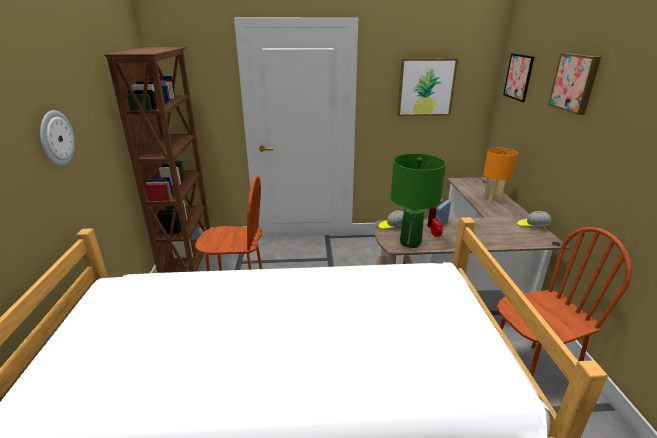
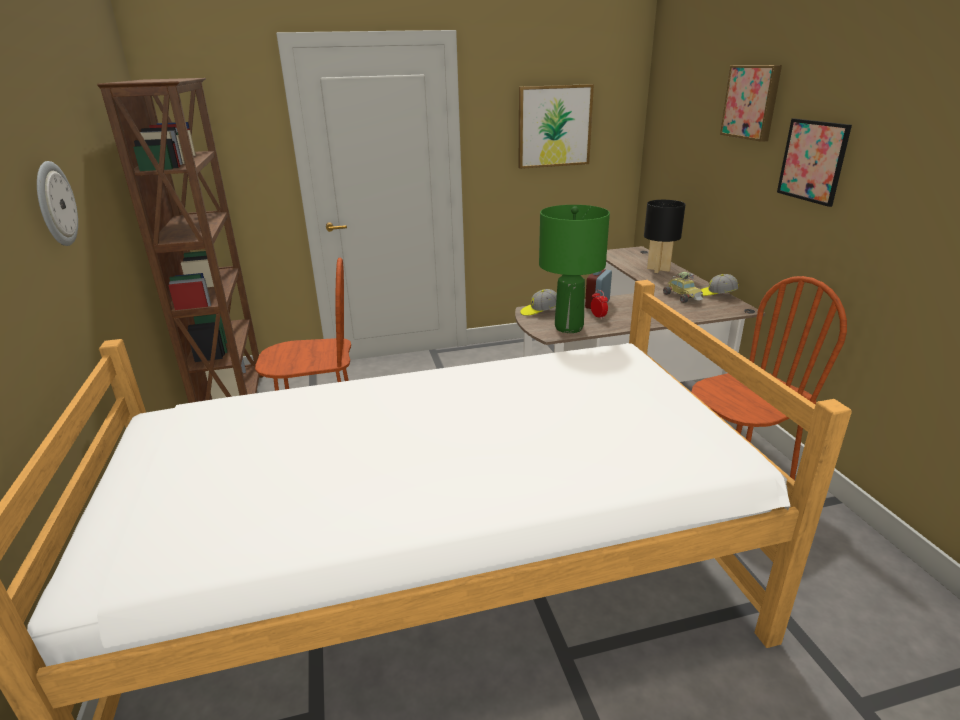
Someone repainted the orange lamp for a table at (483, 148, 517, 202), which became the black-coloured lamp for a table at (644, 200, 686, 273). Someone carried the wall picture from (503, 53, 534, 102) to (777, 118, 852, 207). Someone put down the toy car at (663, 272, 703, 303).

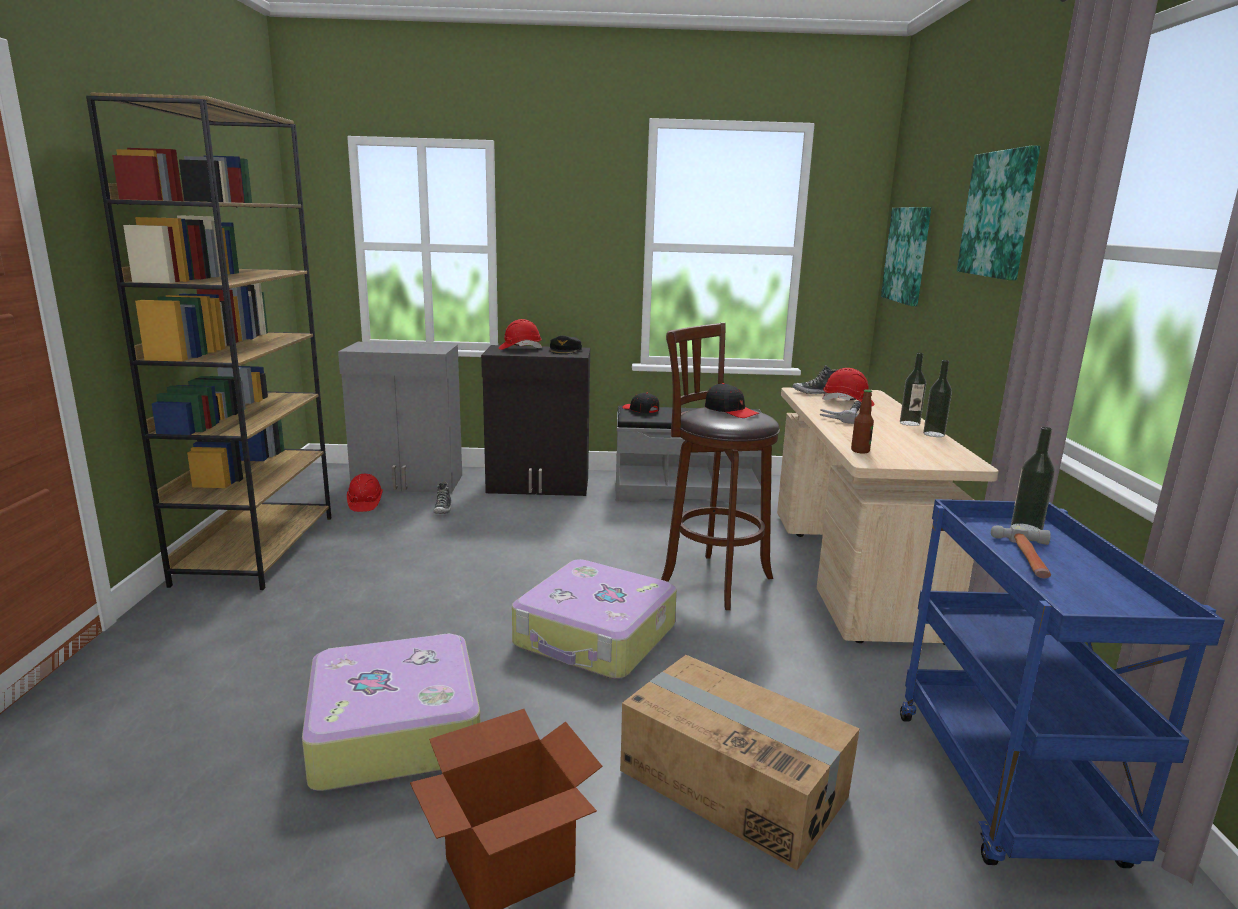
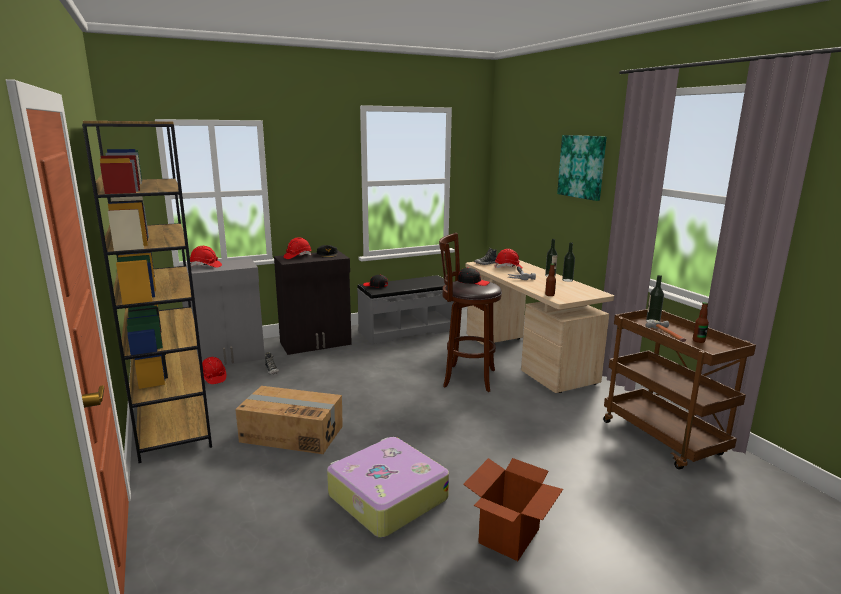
Someone took away the piece of luggage at (512, 559, 677, 679). Someone carried the carton from (620, 655, 860, 870) to (235, 386, 343, 454). Someone took away the wall picture at (881, 207, 931, 306). Someone repainted the blue cart at (900, 499, 1225, 868), which became the brown-coloured cart at (603, 309, 756, 470). Someone put down the reddish work helmet at (190, 246, 222, 268). Someone put down the beverage bottle at (693, 302, 709, 343).

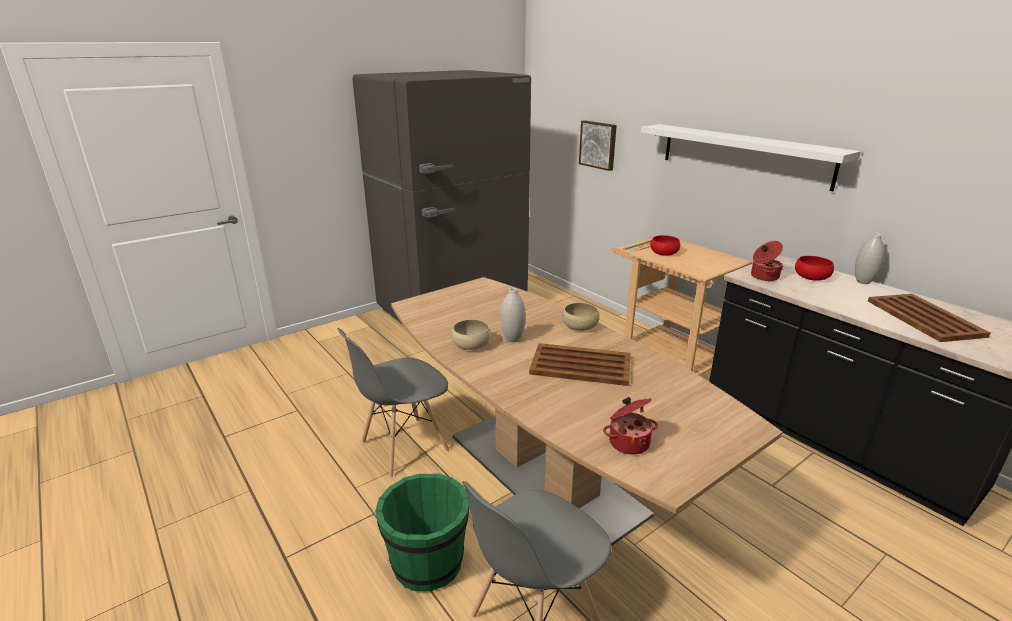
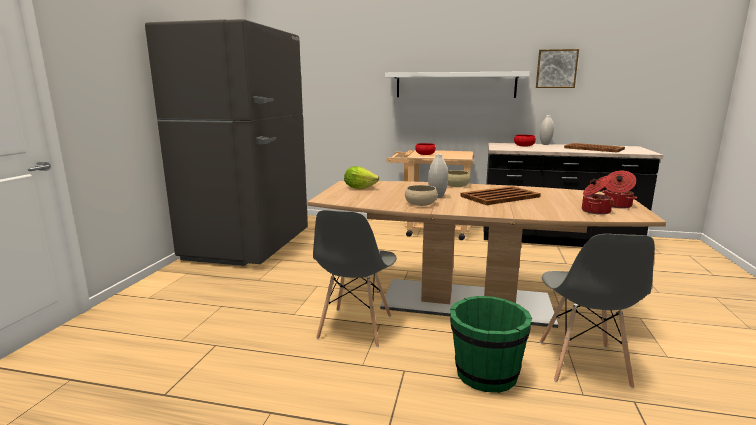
Someone carried the wall picture from (579, 120, 617, 171) to (536, 49, 579, 88). Someone carried the saucepot from (751, 241, 783, 281) to (602, 171, 637, 209). Someone put down the head of lettuce at (344, 166, 379, 189).

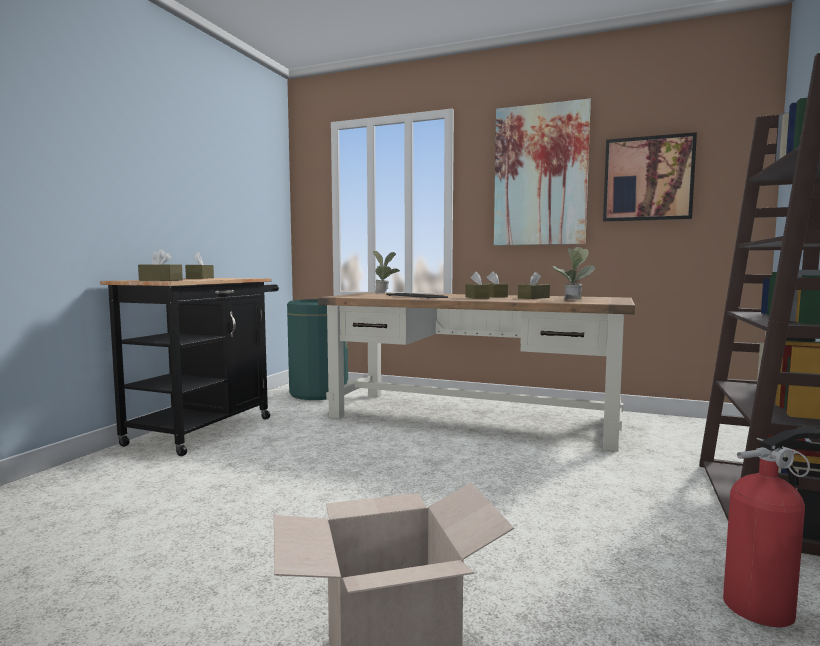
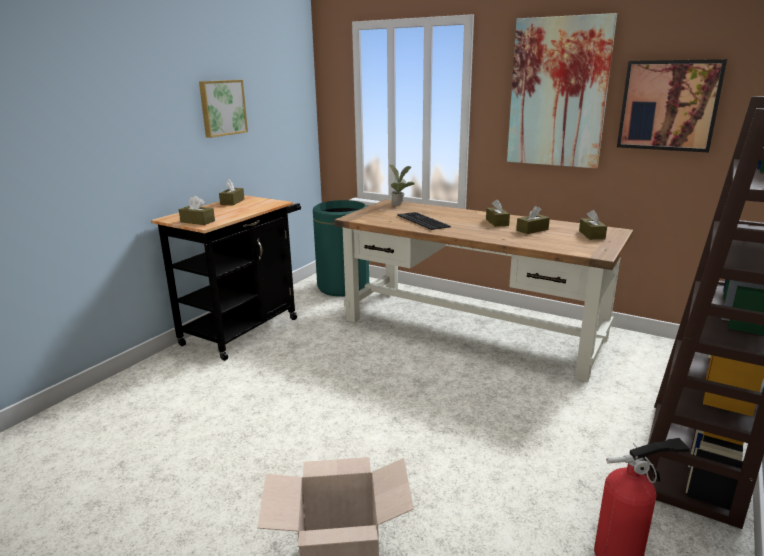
Someone carried the brown-coloured box of tissues from (465, 272, 490, 299) to (579, 210, 607, 240). Someone took away the potted plant at (552, 247, 595, 300). Someone put up the wall picture at (199, 80, 248, 138).

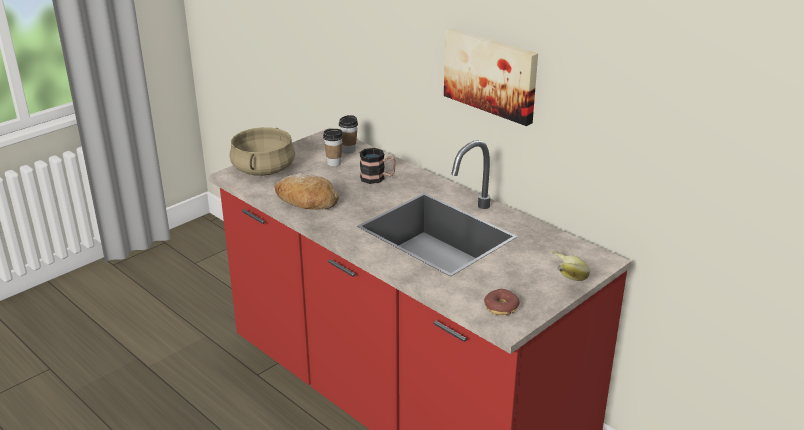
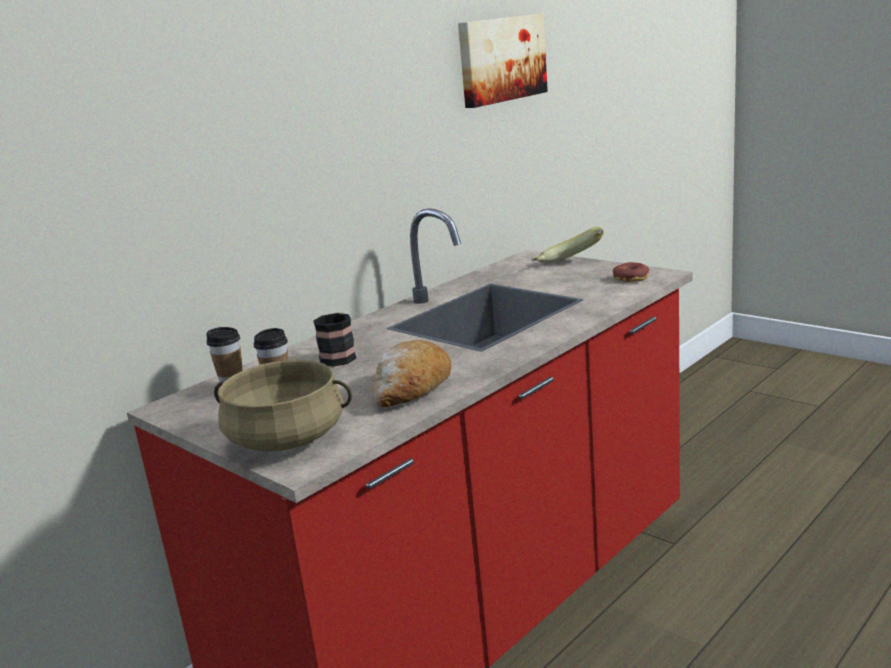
Someone carried the wall picture from (444, 28, 538, 126) to (458, 14, 548, 108).

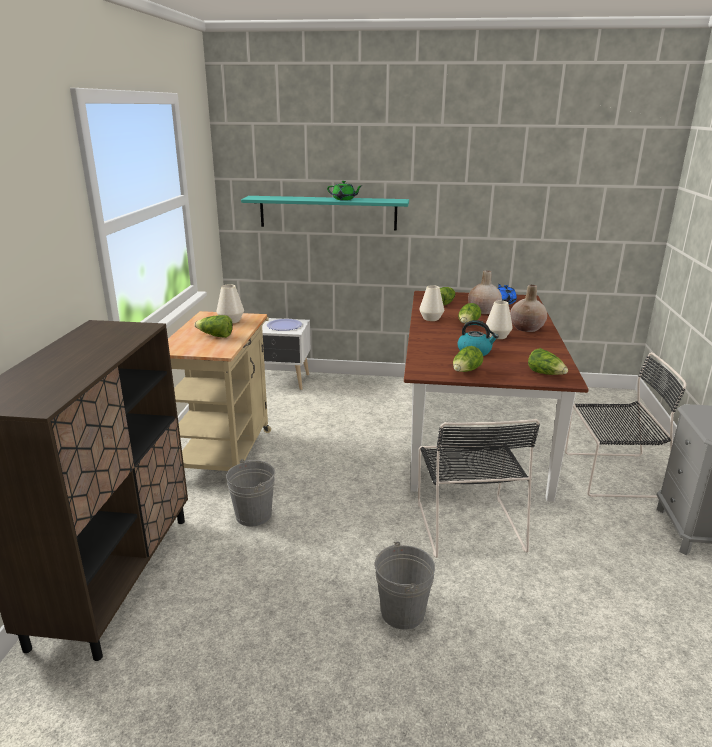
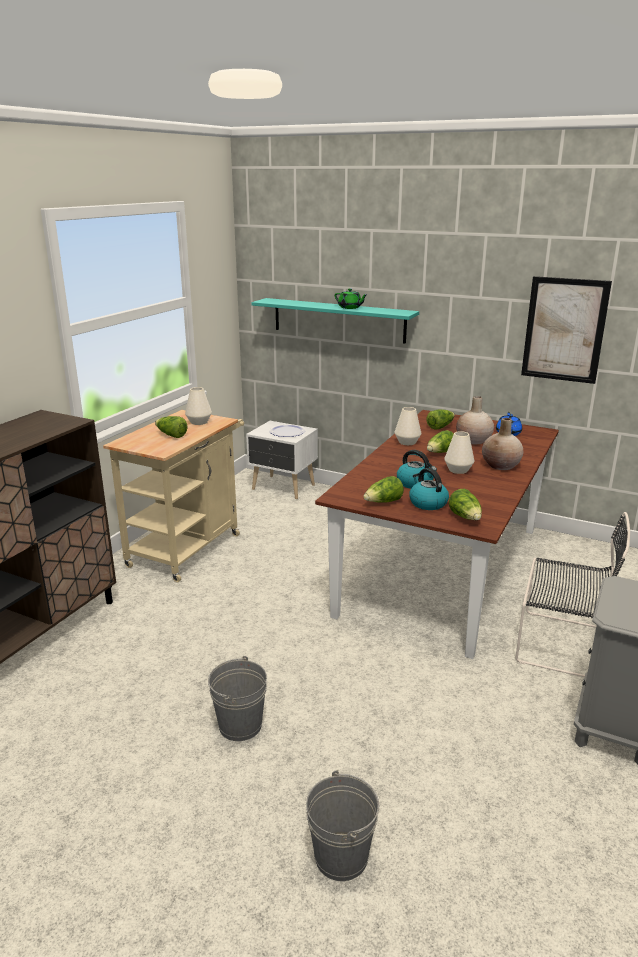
Someone carried the greyish bucket from (226, 459, 275, 526) to (306, 770, 379, 881). Someone took away the black-coloured plain chair at (418, 419, 540, 558). Someone put down the water kettle at (409, 468, 449, 510). Someone put up the wall picture at (521, 276, 612, 384).

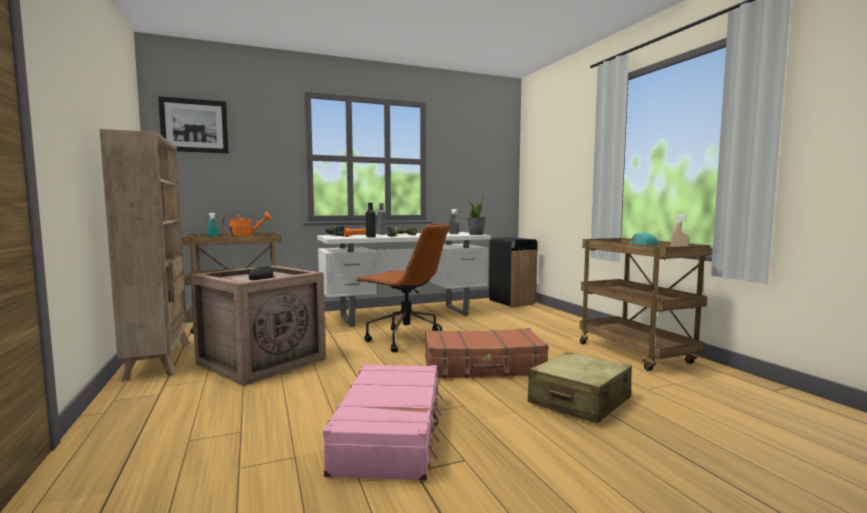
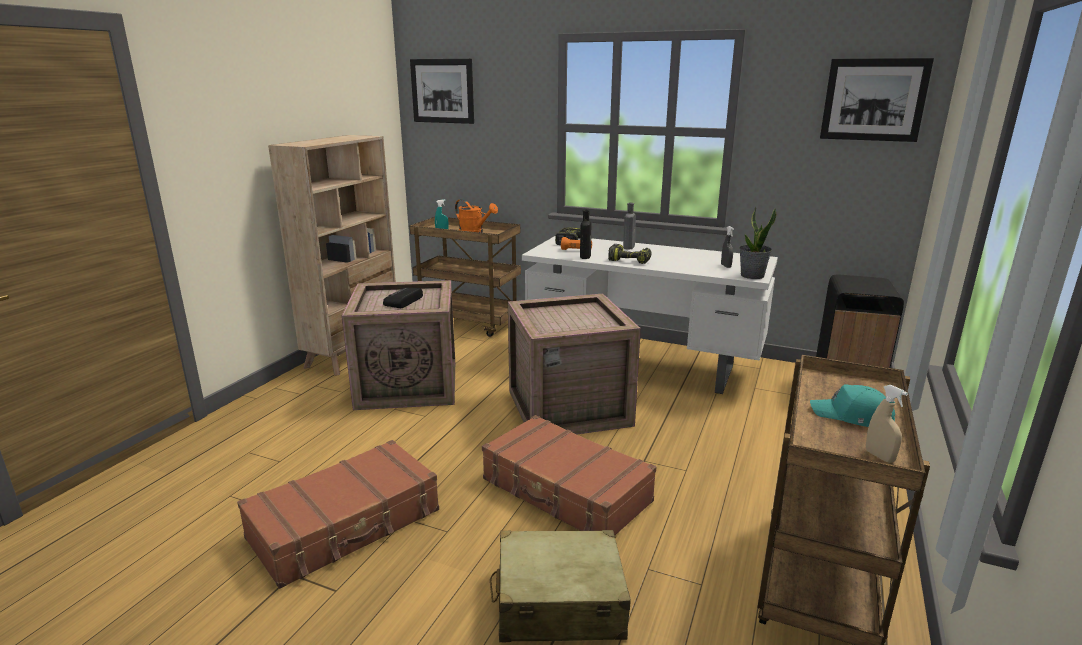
Someone repainted the pink-coloured piece of luggage at (323, 364, 443, 481), which became the brown-coloured piece of luggage at (237, 440, 439, 589). Someone swapped the brown-coloured office chair at (356, 223, 449, 352) for the packing crate at (508, 294, 641, 434). Someone put up the wall picture at (820, 58, 934, 142).

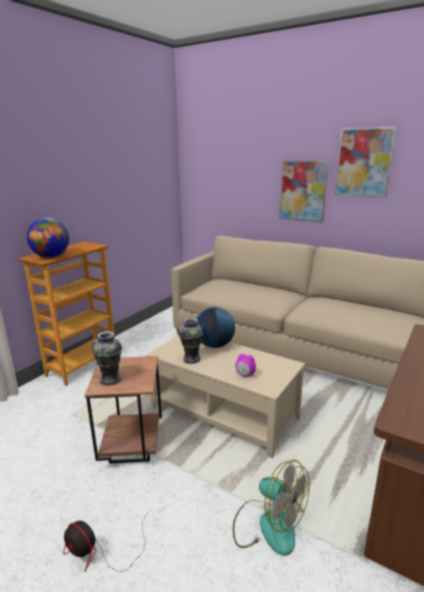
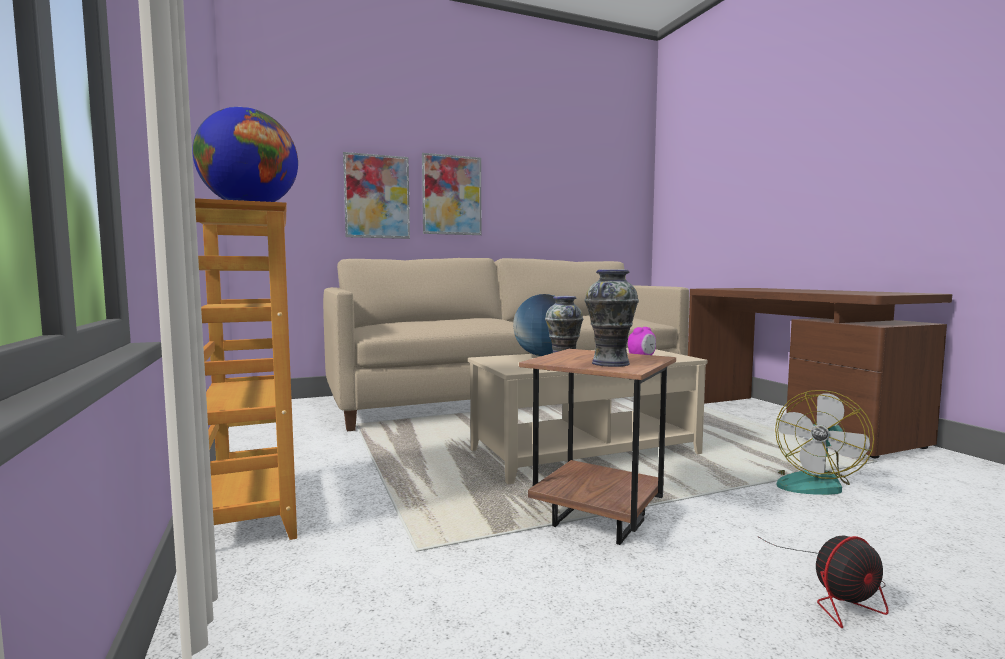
Someone rotated the cooling fan at (233, 460, 310, 556) by 150 degrees clockwise. Someone carried the wall picture from (335, 127, 396, 198) to (343, 152, 410, 239).

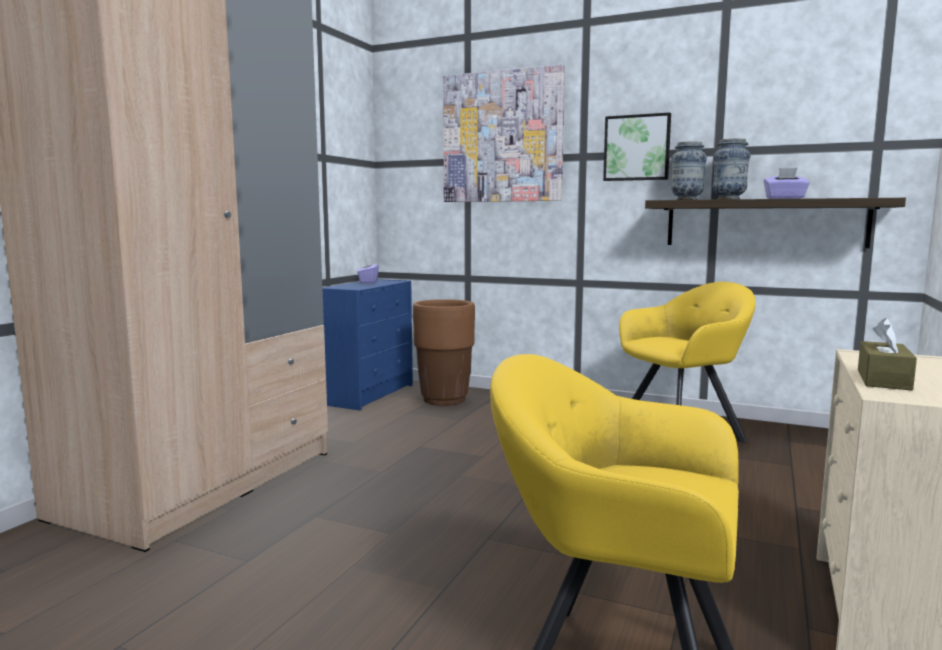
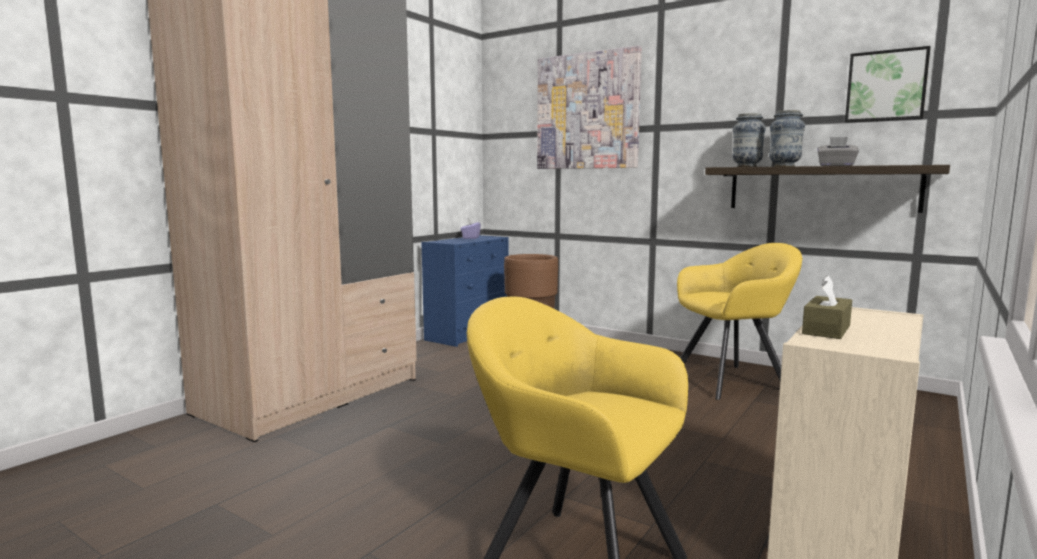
Someone carried the wall picture from (603, 113, 671, 181) to (845, 46, 931, 123). Someone repainted the purplish box of tissues at (764, 168, 810, 199), which became the greyish box of tissues at (817, 137, 859, 166).

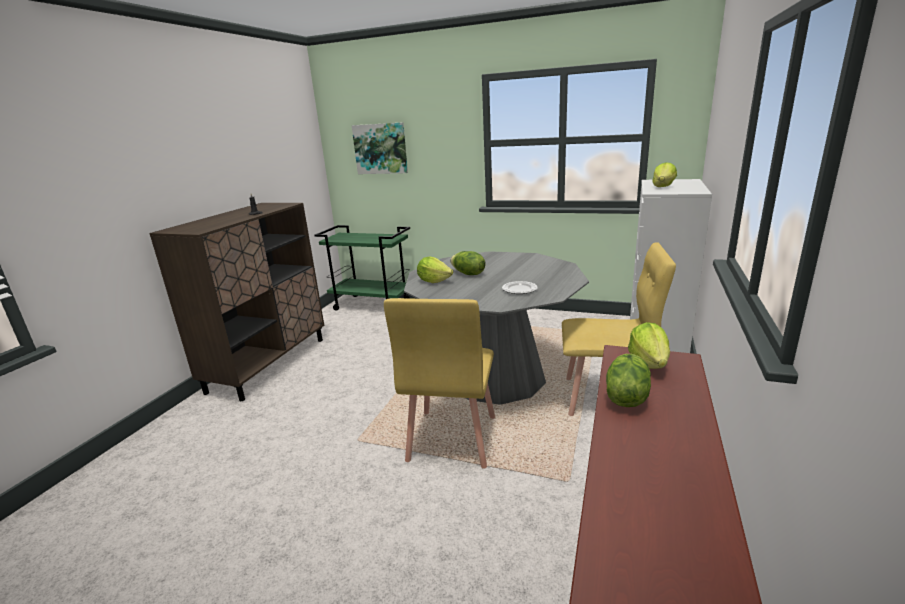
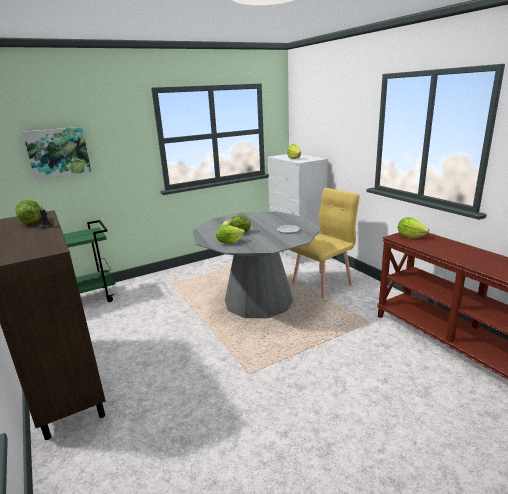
Someone took away the yellow-coloured plain chair at (384, 298, 495, 469). Someone carried the head of lettuce from (606, 354, 651, 407) to (15, 199, 41, 224).

